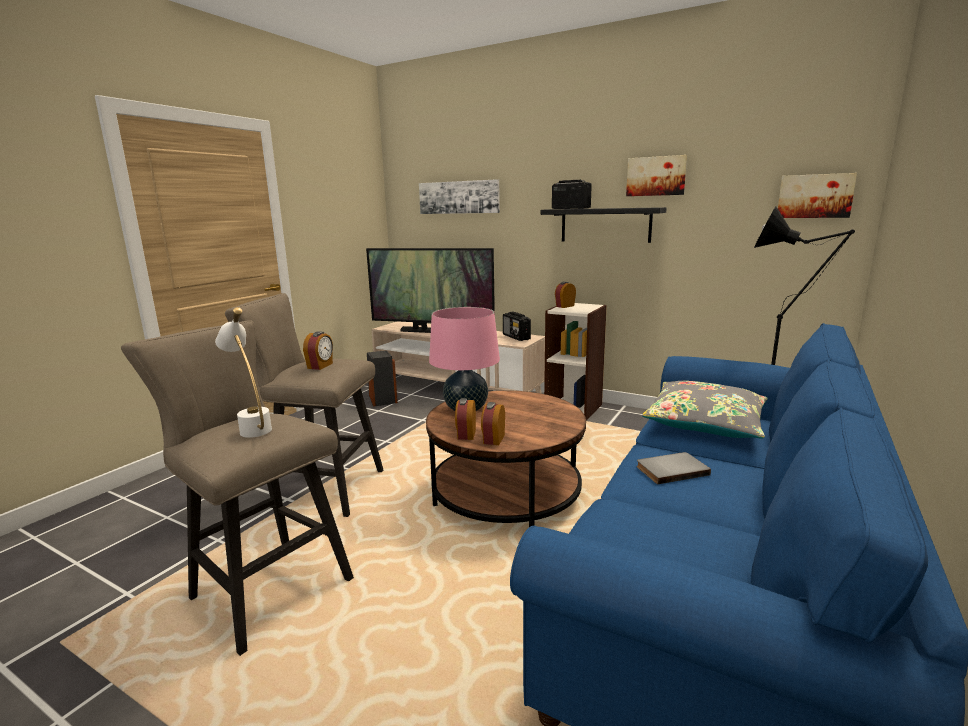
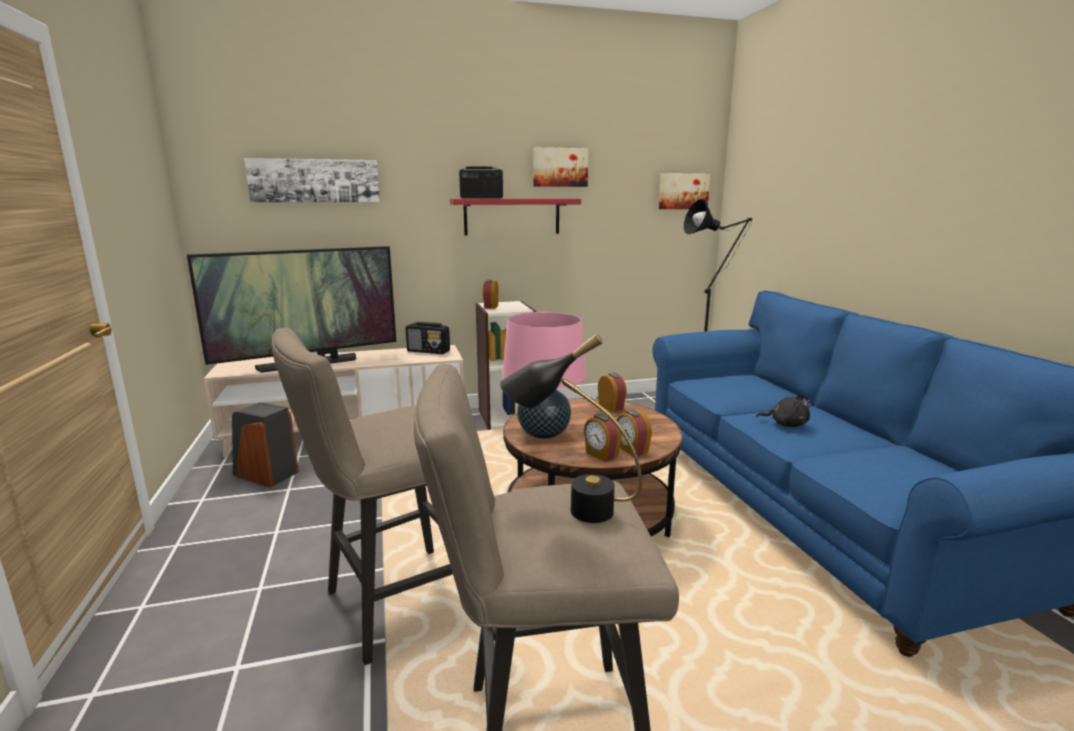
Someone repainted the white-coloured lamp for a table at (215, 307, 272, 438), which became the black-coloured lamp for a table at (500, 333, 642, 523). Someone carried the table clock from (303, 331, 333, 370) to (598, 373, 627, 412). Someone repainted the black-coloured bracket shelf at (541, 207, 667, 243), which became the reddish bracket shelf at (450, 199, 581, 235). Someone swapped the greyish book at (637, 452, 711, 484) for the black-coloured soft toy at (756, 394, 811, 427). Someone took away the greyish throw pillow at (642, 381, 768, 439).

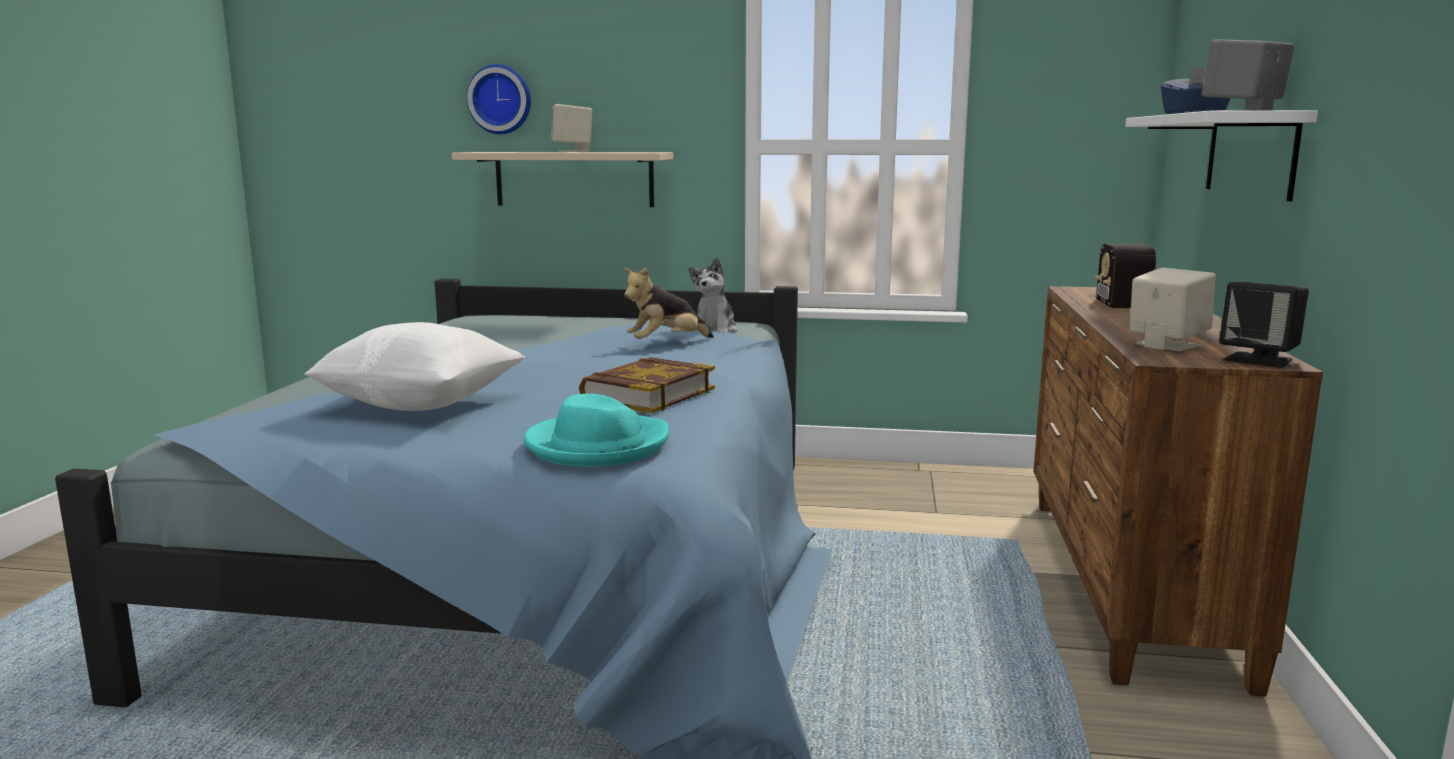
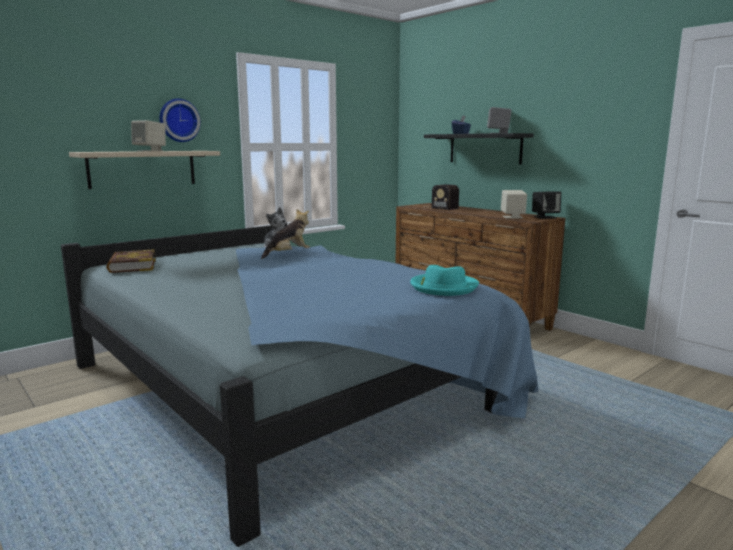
Someone took away the white-coloured throw pillow at (304, 322, 525, 411). Someone carried the hanging clock from (467, 64, 531, 134) to (160, 99, 201, 142). Someone carried the book from (579, 357, 715, 413) to (106, 250, 156, 273). Someone rotated the soft toy at (624, 267, 714, 339) by 135 degrees counterclockwise. Someone repainted the white-coloured bracket shelf at (1125, 110, 1318, 202), which became the black-coloured bracket shelf at (424, 133, 534, 165).

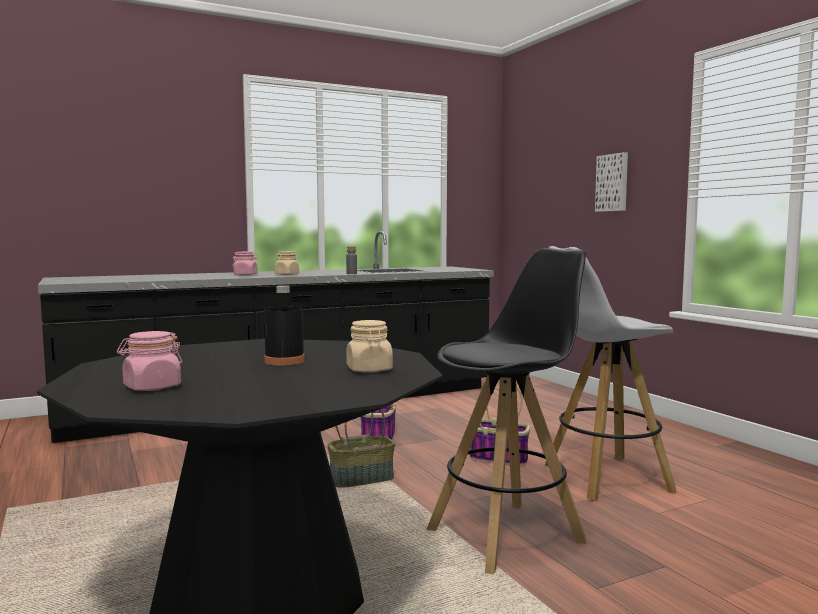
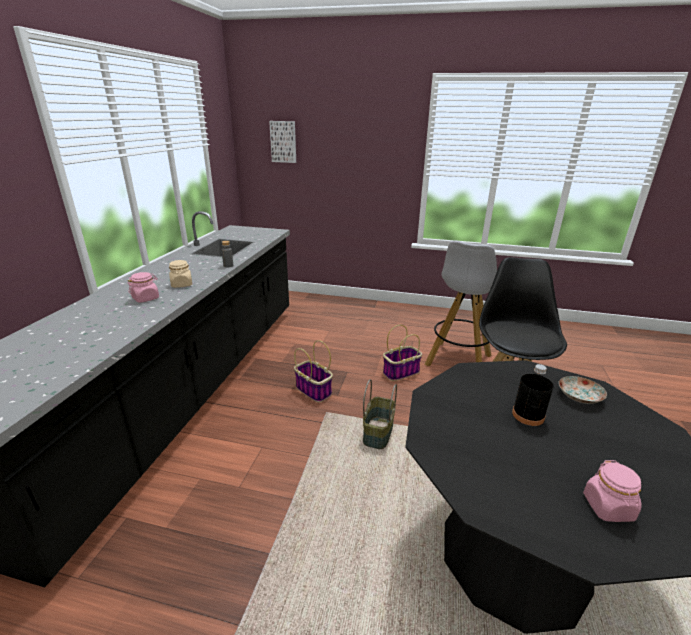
Someone swapped the sand-coloured storage jar at (346, 320, 393, 373) for the flat dish at (559, 376, 607, 404). Someone carried the wall picture from (595, 152, 628, 212) to (269, 121, 296, 163).

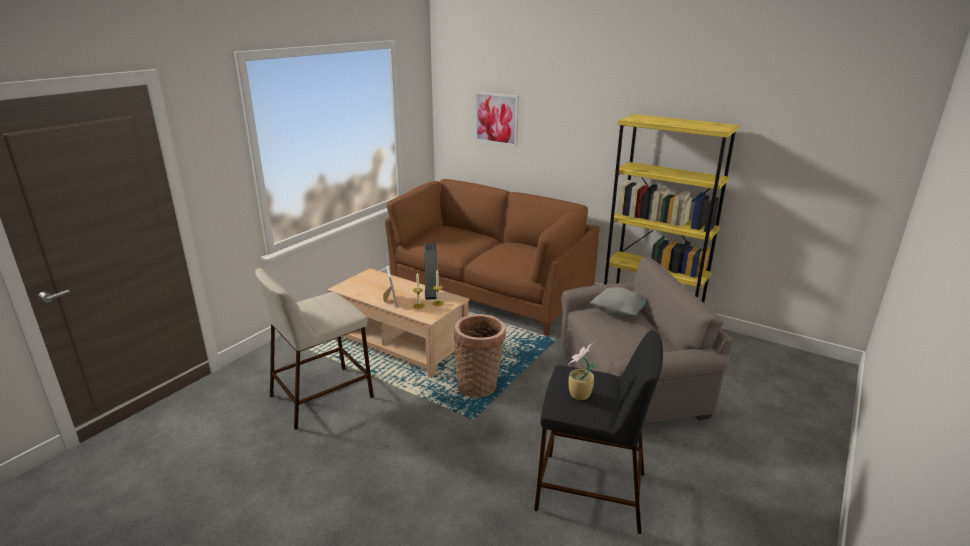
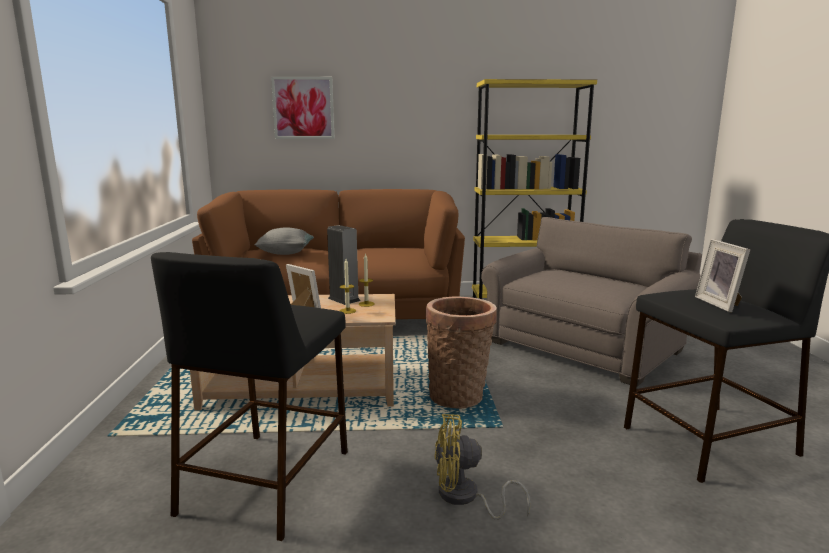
Someone repainted the sand-coloured stool at (255, 268, 374, 430), which became the black-coloured stool at (151, 252, 348, 541). Someone swapped the potted plant at (568, 343, 596, 400) for the standing frame at (695, 239, 750, 312). Someone carried the greyish throw pillow from (590, 287, 646, 318) to (255, 227, 314, 255). Someone put down the yellow-coloured cooling fan at (435, 414, 531, 520).

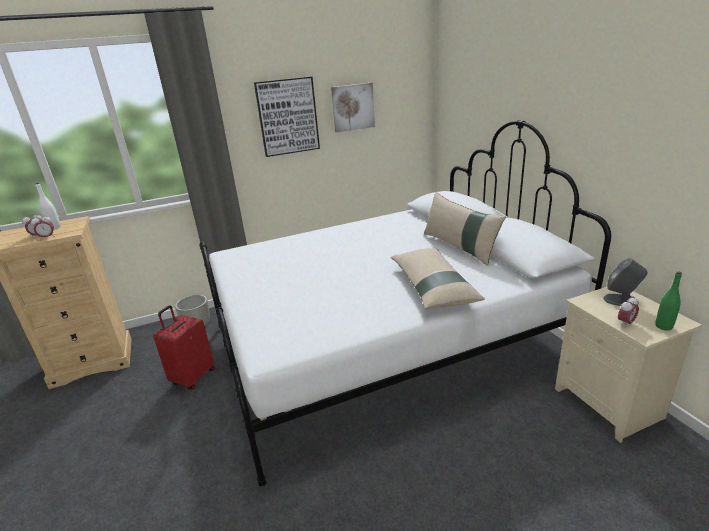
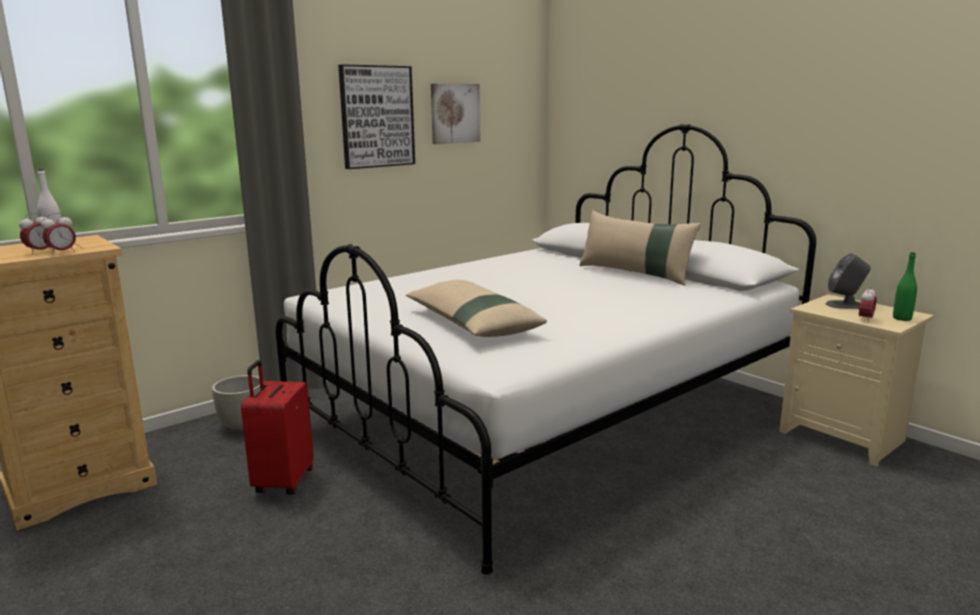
Someone carried the sand-coloured throw pillow from (391, 248, 485, 309) to (406, 280, 547, 337).

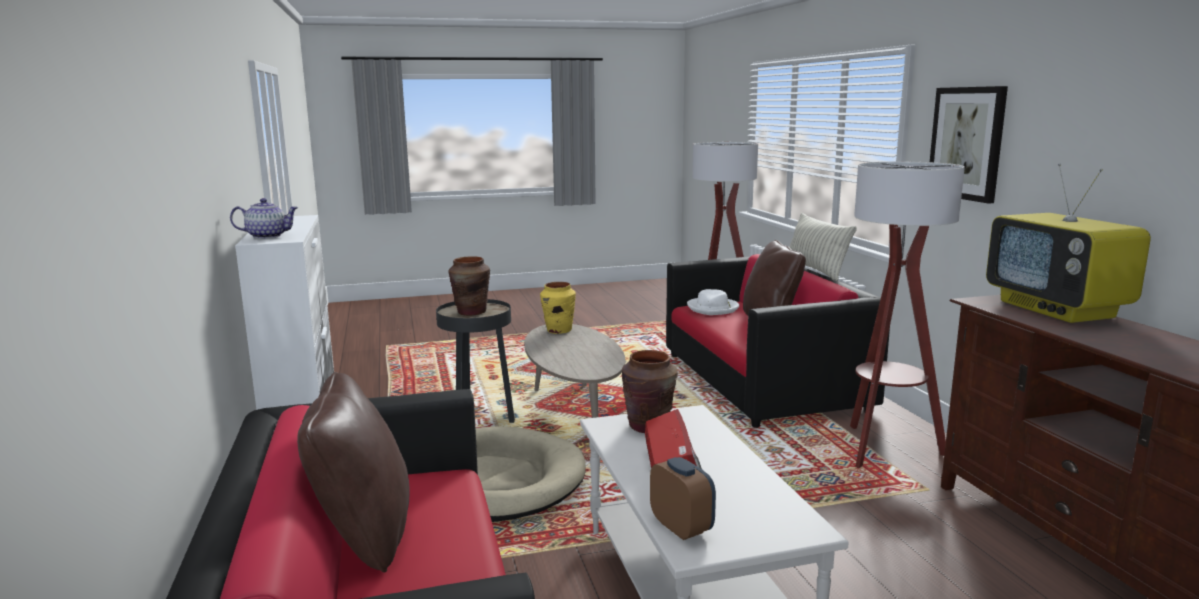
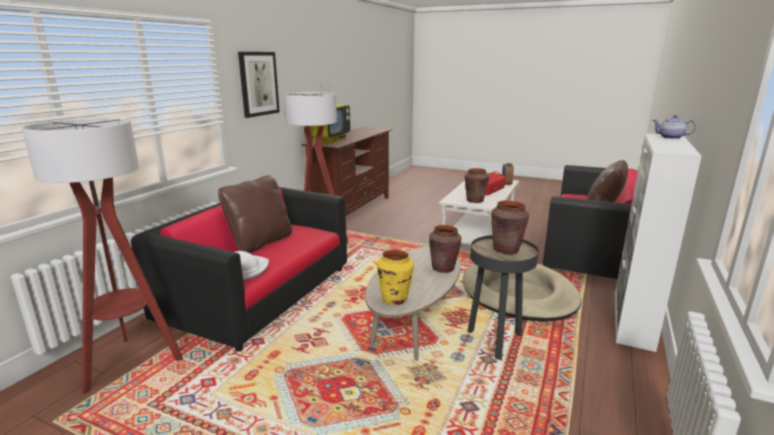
Someone took away the throw pillow at (789, 213, 857, 281). Someone put down the brown-coloured flower vase at (429, 225, 462, 273).

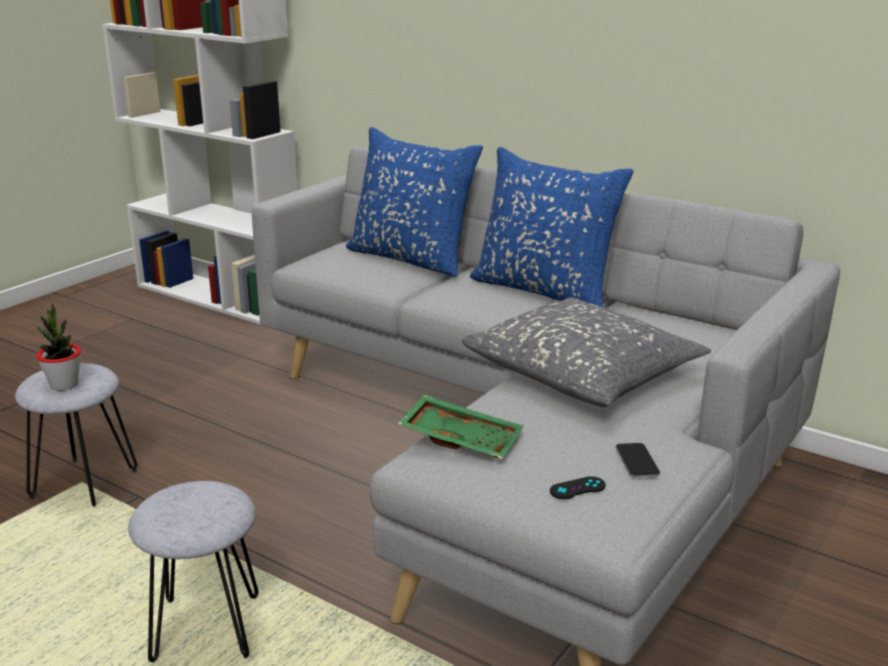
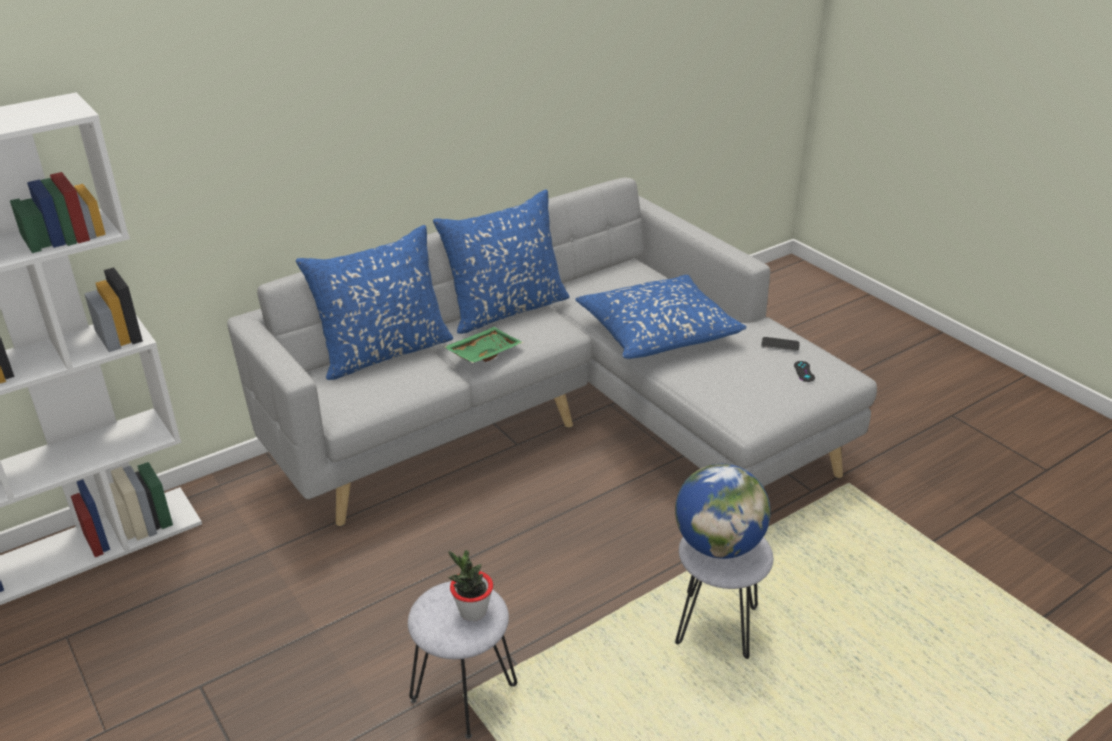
Someone carried the green-coloured tray from (398, 395, 524, 459) to (444, 327, 523, 363). Someone repainted the greyish throw pillow at (462, 297, 711, 407), which became the blue throw pillow at (575, 275, 746, 359). Someone put down the world globe at (675, 464, 771, 559).

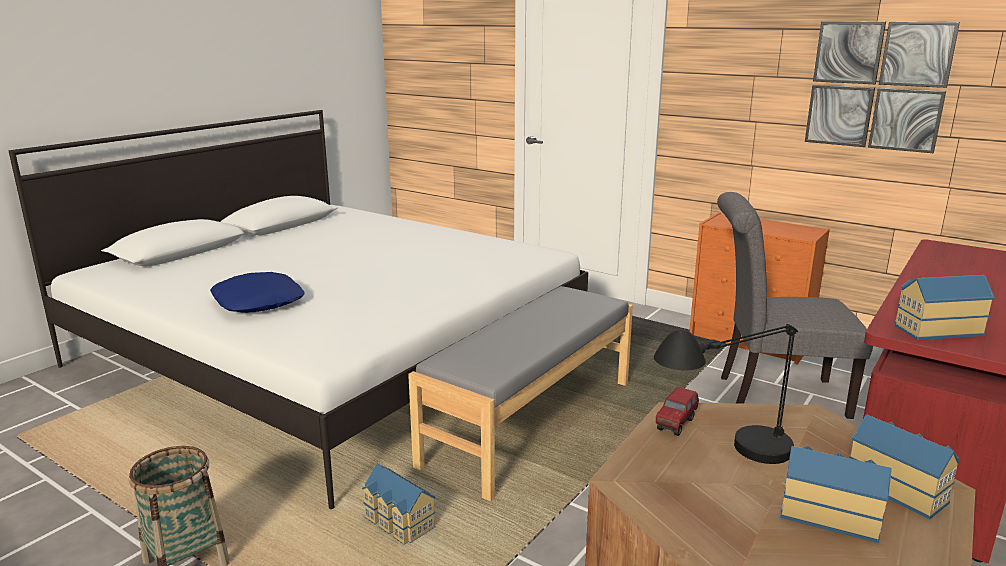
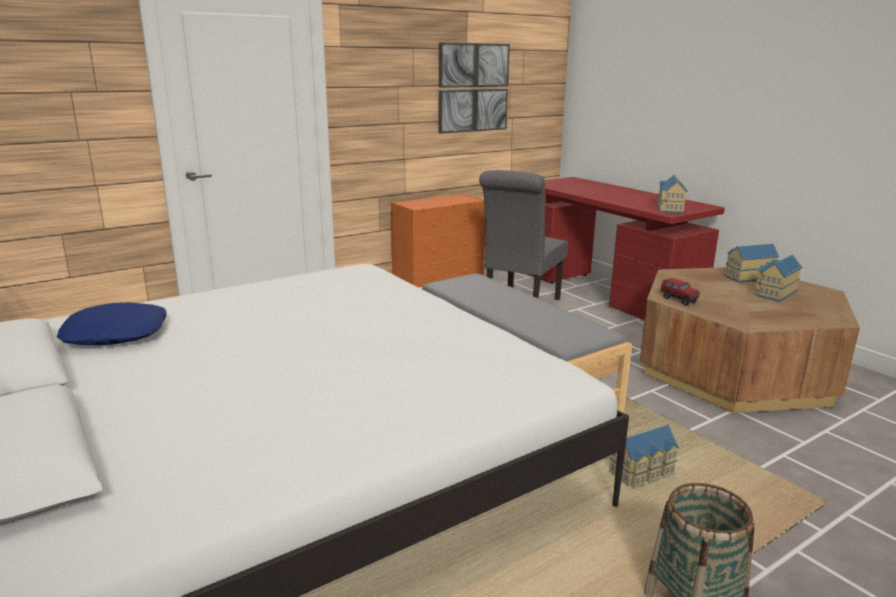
Someone carried the blue throw pillow from (210, 272, 305, 313) to (57, 302, 167, 345). Someone took away the black-coloured lamp for a table at (654, 324, 798, 464).

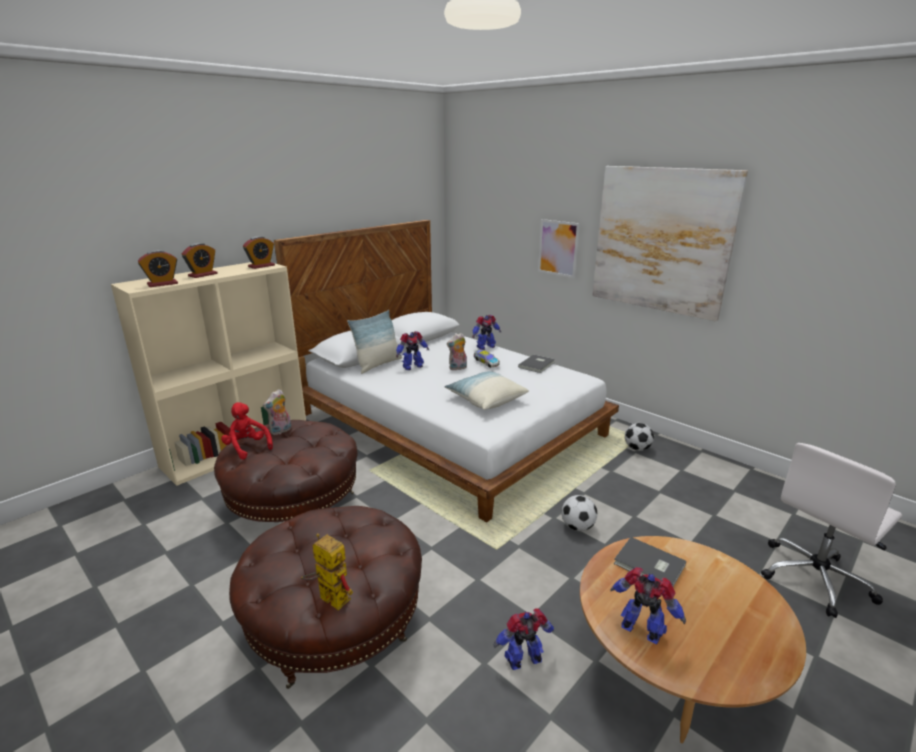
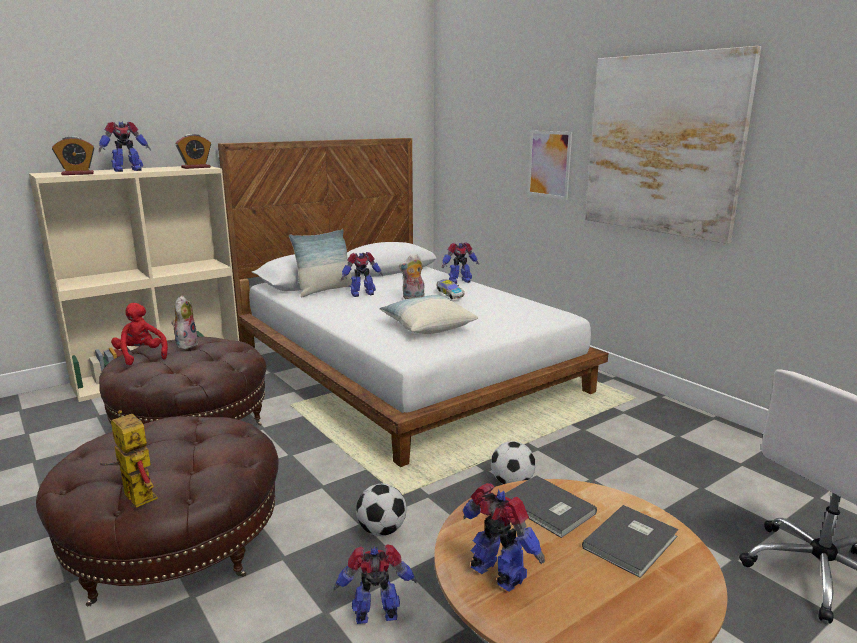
Someone swapped the table clock at (182, 243, 218, 278) for the model robot at (99, 121, 151, 172). Someone rotated the soft toy at (263, 389, 291, 435) by 135 degrees clockwise. Someone carried the greyish book from (518, 354, 555, 373) to (582, 505, 678, 578). Someone carried the football from (625, 423, 654, 451) to (356, 483, 407, 536).

